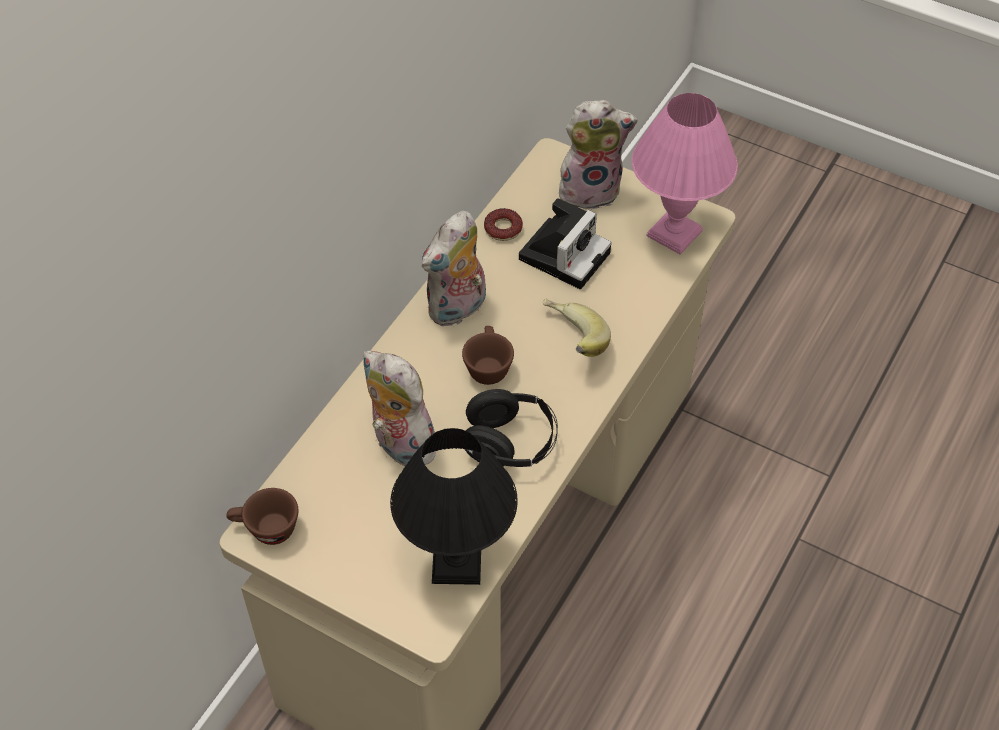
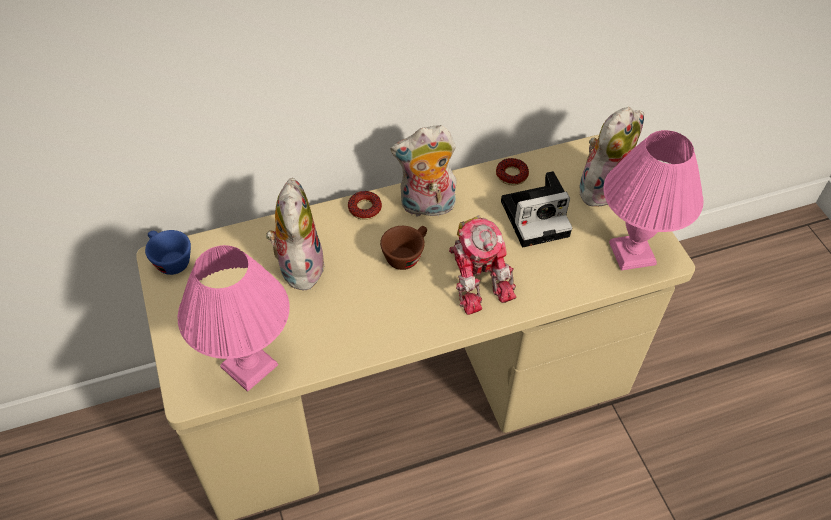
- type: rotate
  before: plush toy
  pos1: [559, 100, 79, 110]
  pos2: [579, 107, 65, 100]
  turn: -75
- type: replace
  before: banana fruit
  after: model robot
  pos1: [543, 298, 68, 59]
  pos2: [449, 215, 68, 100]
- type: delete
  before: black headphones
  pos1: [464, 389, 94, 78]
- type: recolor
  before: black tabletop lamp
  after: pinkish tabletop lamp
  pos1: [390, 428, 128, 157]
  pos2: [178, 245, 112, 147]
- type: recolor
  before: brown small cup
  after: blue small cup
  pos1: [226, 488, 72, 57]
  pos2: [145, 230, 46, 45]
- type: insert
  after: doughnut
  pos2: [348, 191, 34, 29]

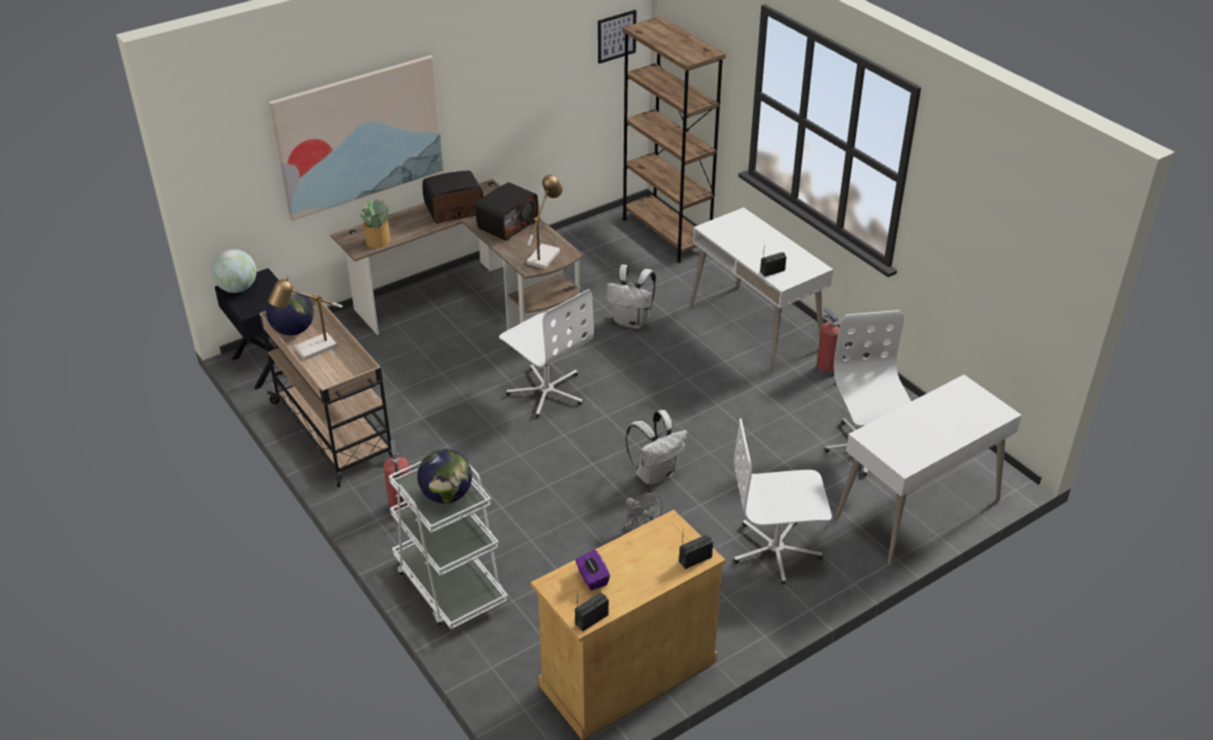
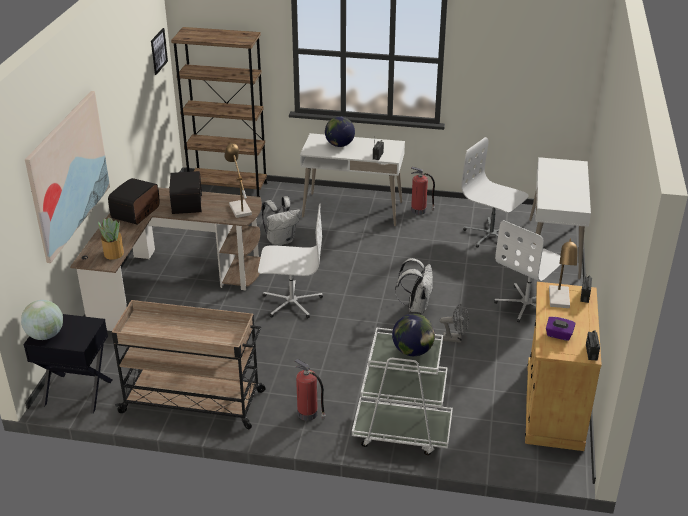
- type: move
  before: tabletop lamp
  pos1: [268, 277, 74, 83]
  pos2: [549, 239, 29, 69]
- type: move
  before: desk globe
  pos1: [266, 290, 48, 46]
  pos2: [325, 116, 30, 31]

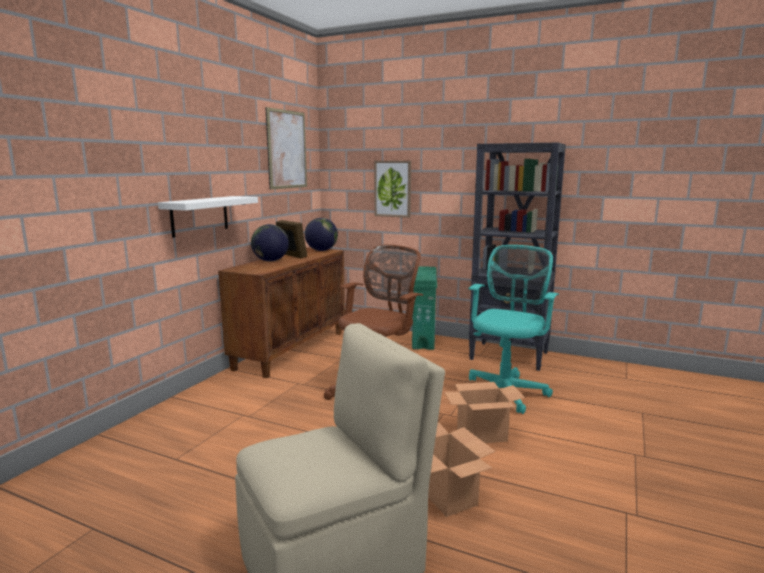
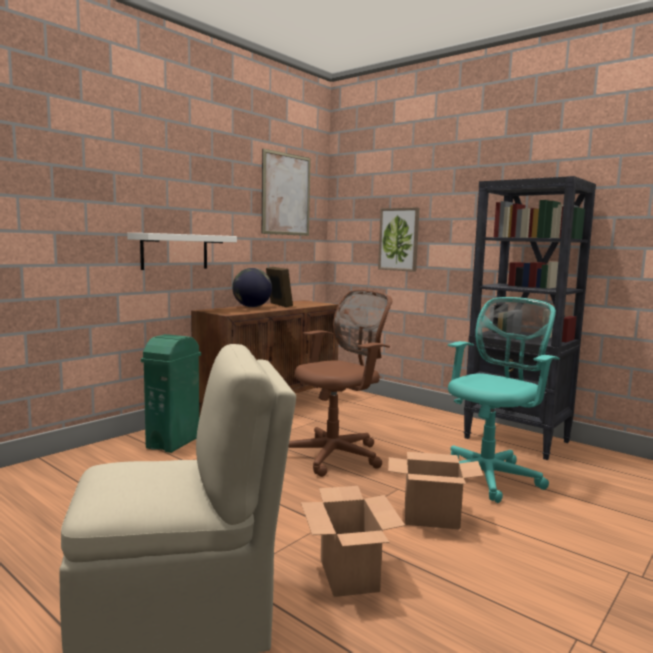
- type: delete
  before: desk globe
  pos1: [305, 218, 33, 33]
- type: move
  before: green rubbish bin
  pos1: [412, 266, 25, 84]
  pos2: [141, 334, 60, 119]

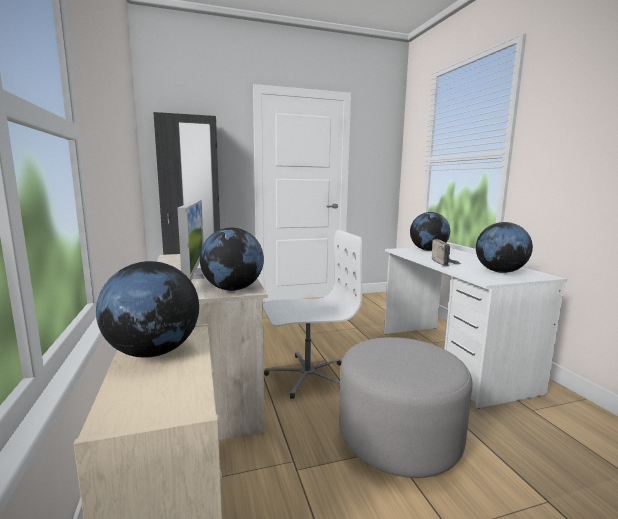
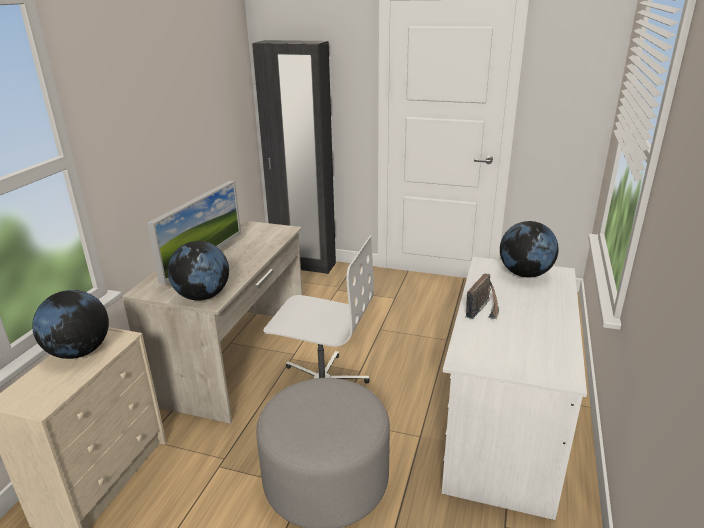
- type: delete
  before: desk globe
  pos1: [476, 222, 57, 51]

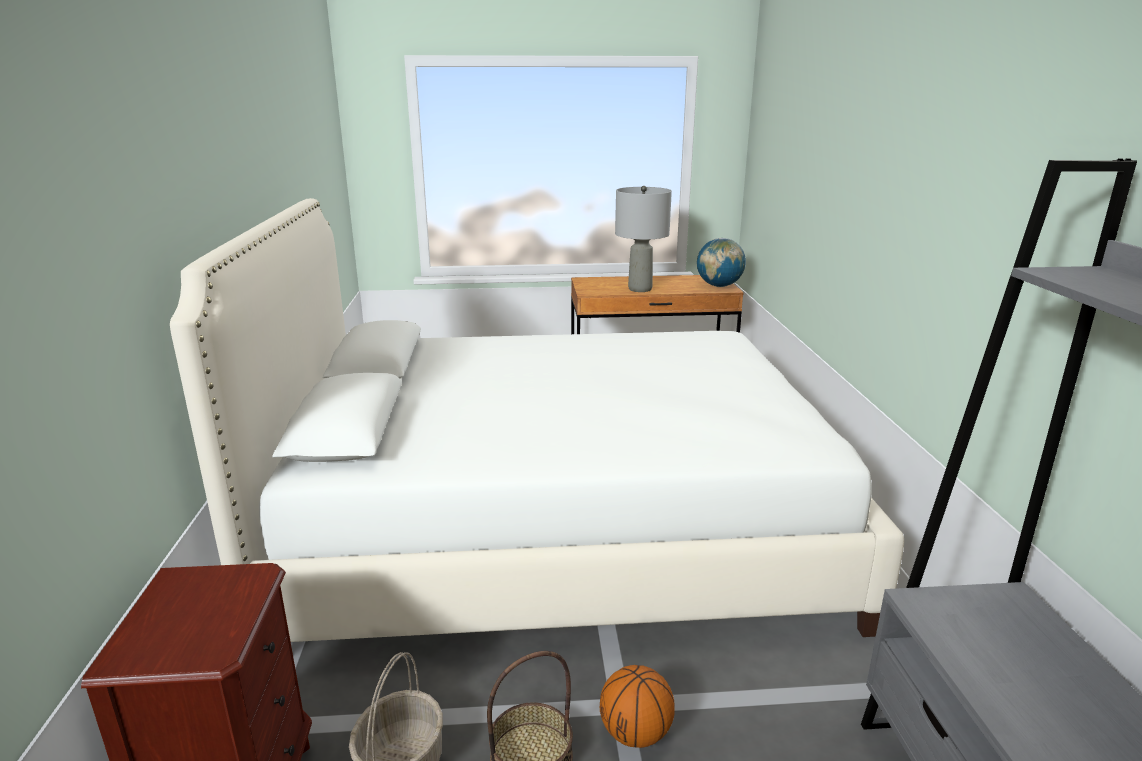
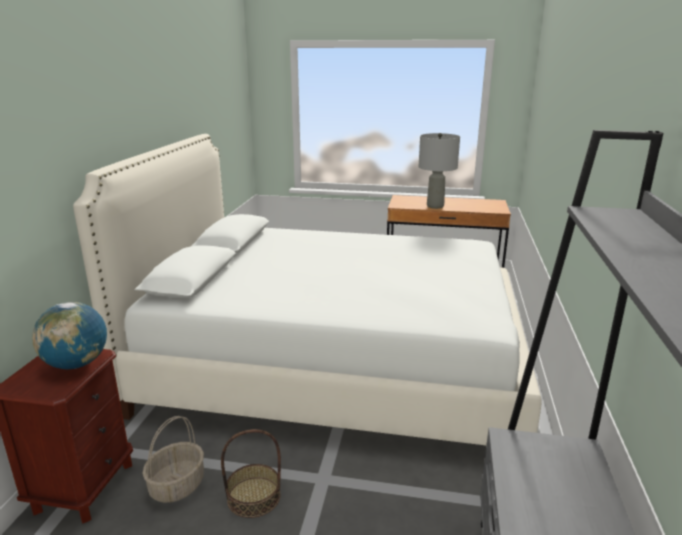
- type: move
  before: desk globe
  pos1: [697, 238, 49, 49]
  pos2: [32, 302, 75, 67]
- type: delete
  before: basketball
  pos1: [600, 665, 75, 83]

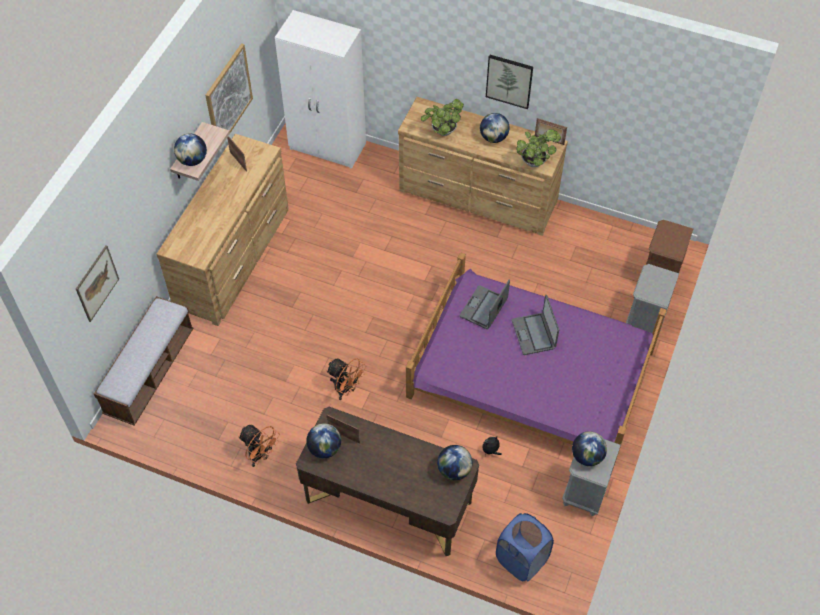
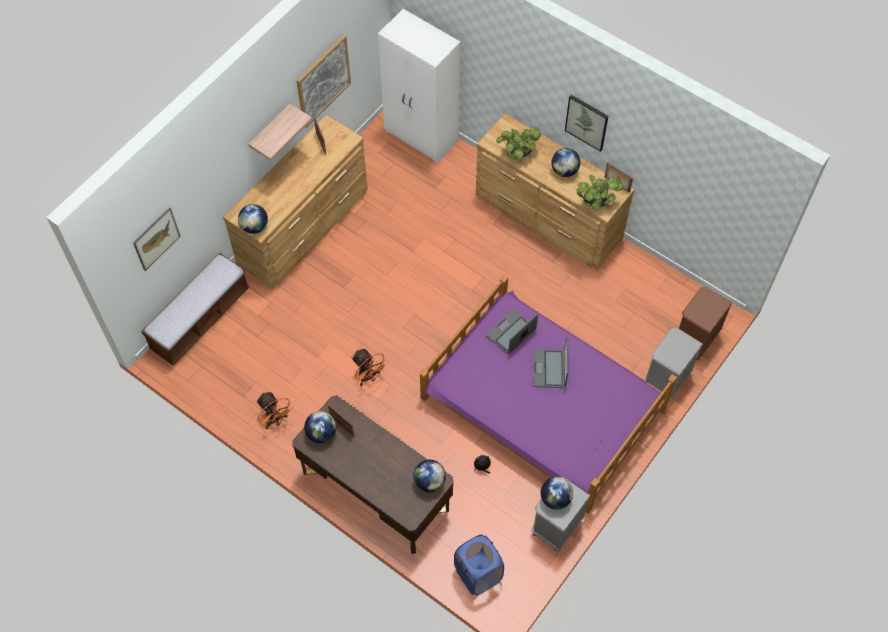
- type: move
  before: desk globe
  pos1: [174, 134, 33, 32]
  pos2: [238, 204, 30, 30]

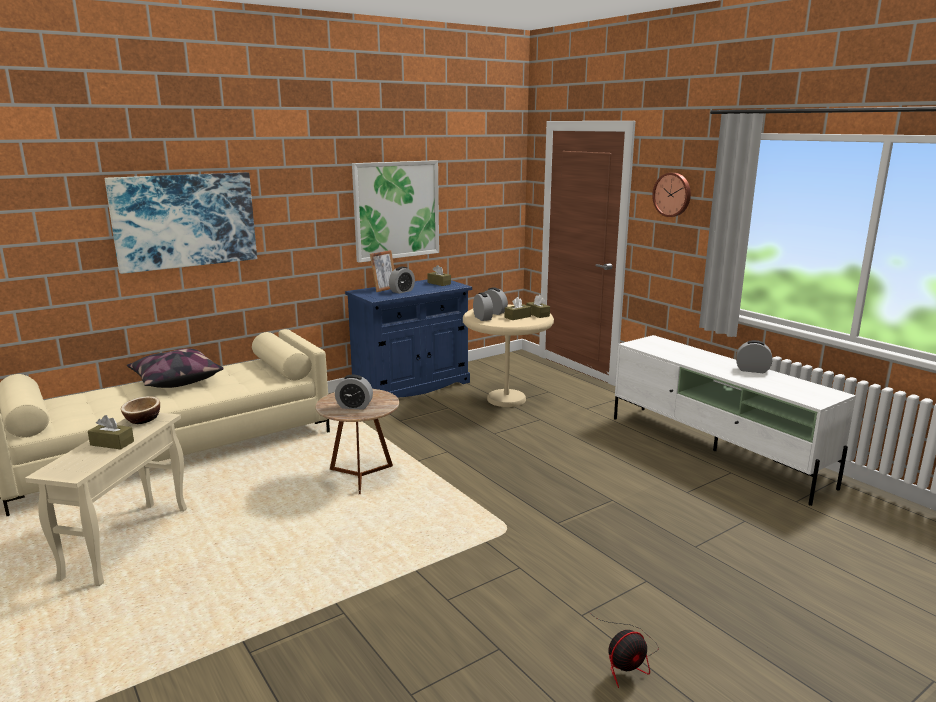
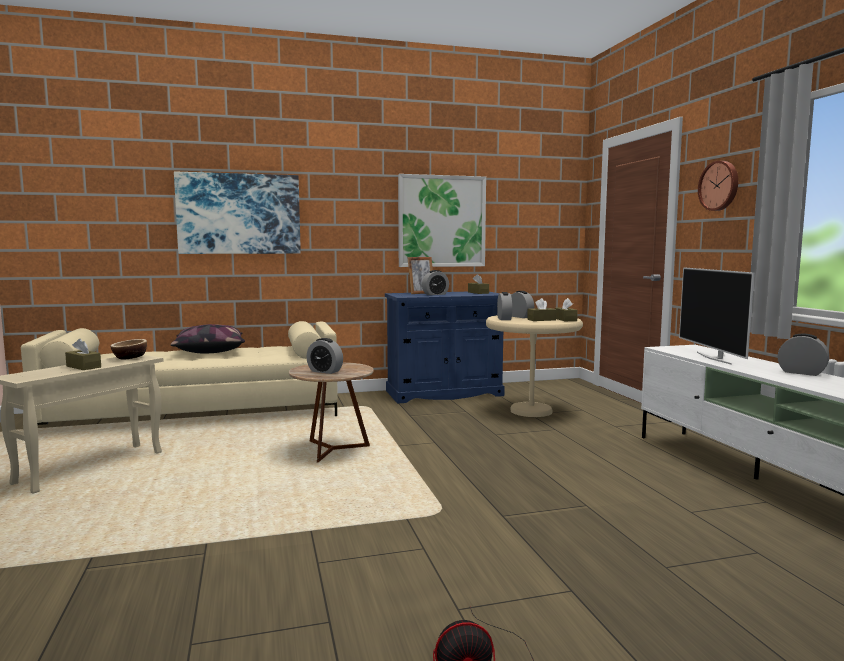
- type: insert
  after: TV
  pos2: [679, 267, 75, 98]

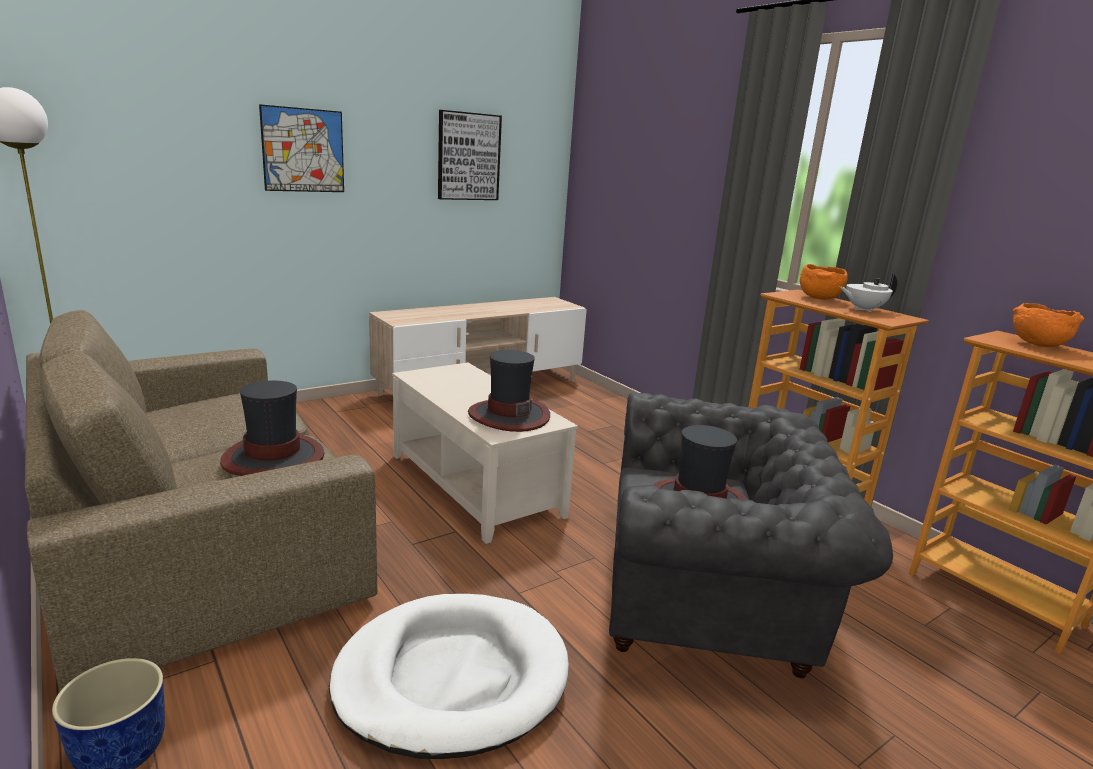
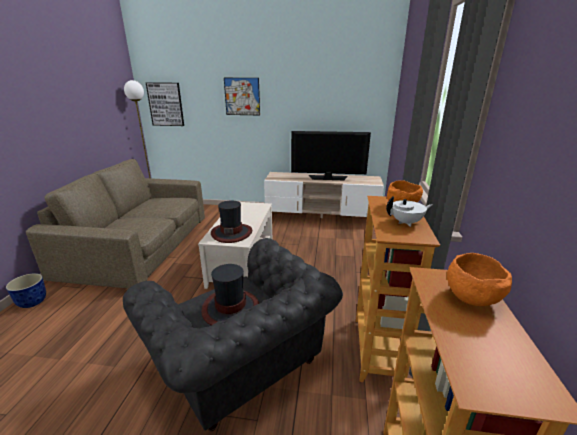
- type: move
  before: wall picture
  pos1: [438, 110, 64, 90]
  pos2: [146, 83, 38, 43]
- type: rotate
  before: white tea pot
  pos1: [840, 273, 57, 39]
  pos2: [386, 196, 47, 31]
  turn: 135
- type: delete
  before: hat
  pos1: [220, 381, 105, 95]
- type: delete
  before: white dog cushion
  pos1: [329, 594, 240, 165]
- type: insert
  after: TV
  pos2: [291, 131, 80, 49]

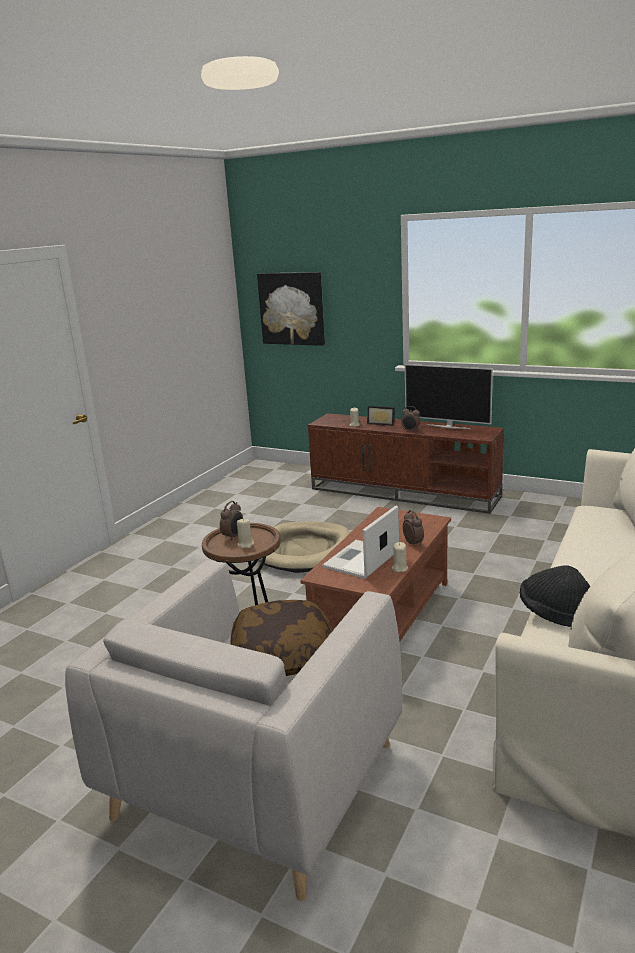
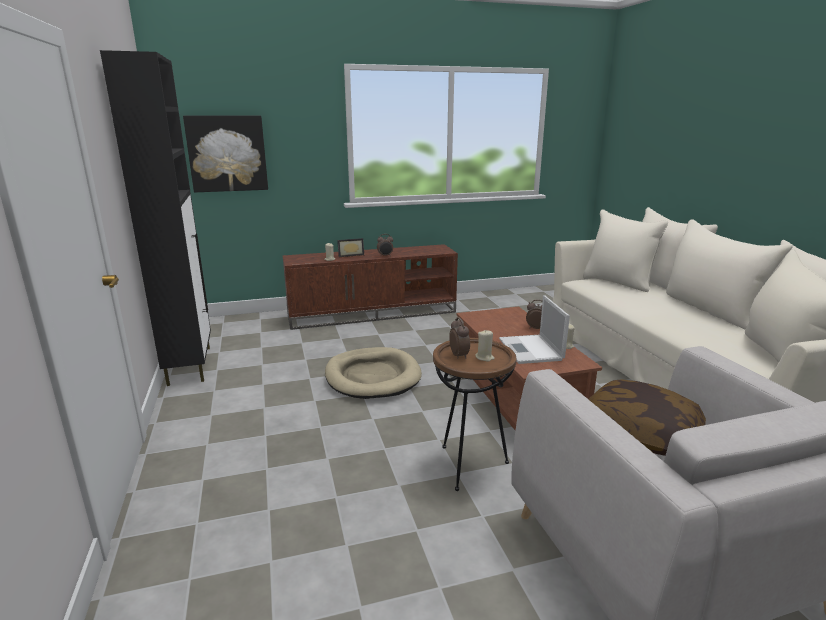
- type: delete
  before: TV
  pos1: [405, 364, 88, 65]
- type: delete
  before: black hat
  pos1: [520, 565, 70, 62]
- type: insert
  after: black cupboard
  pos2: [100, 50, 111, 336]

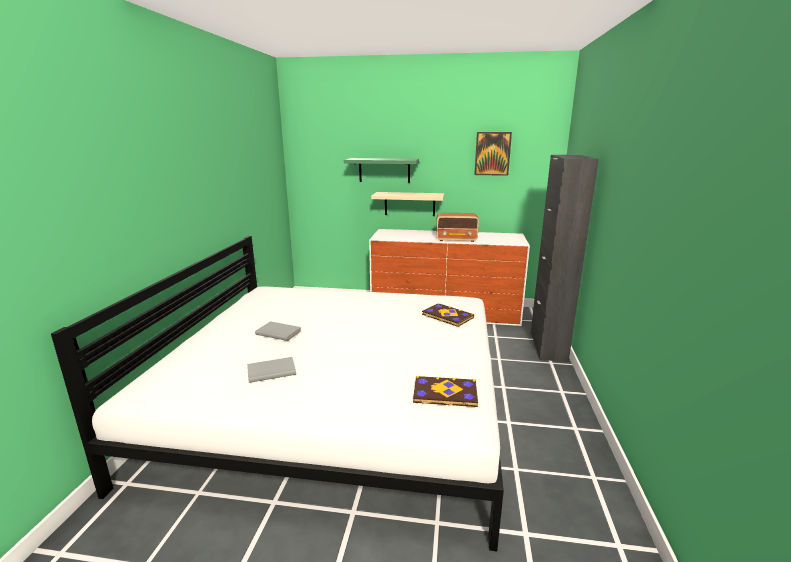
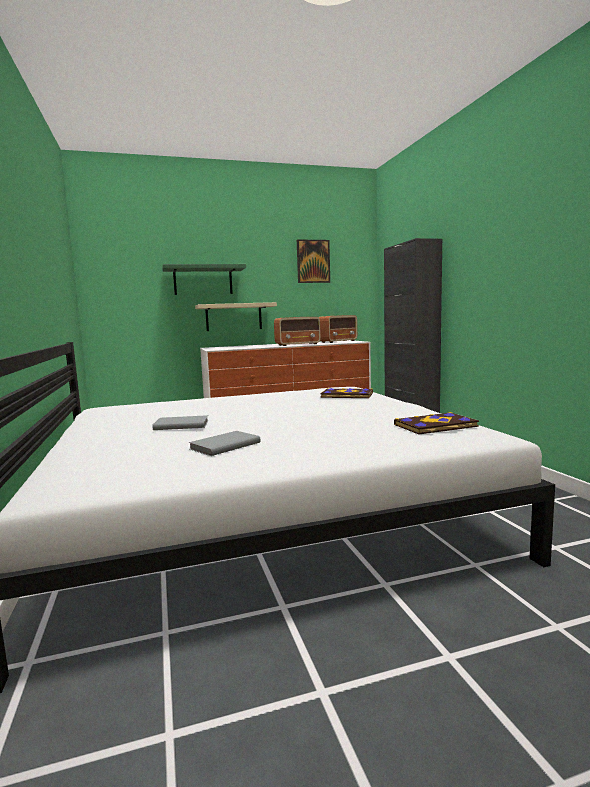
- type: insert
  after: radio
  pos2: [319, 315, 38, 28]

